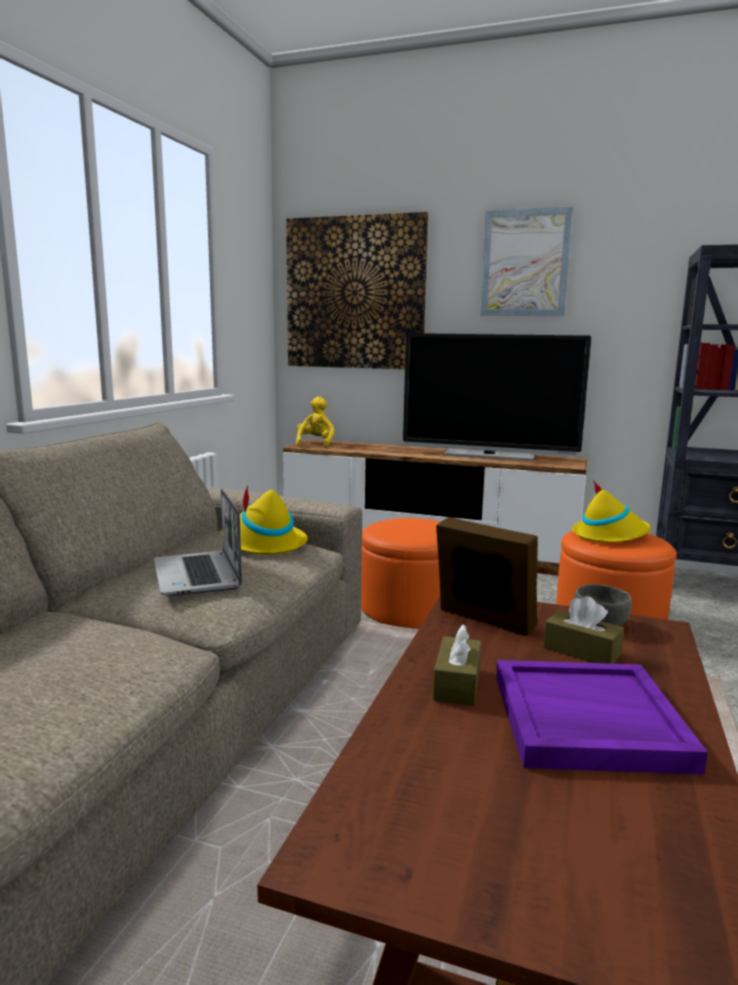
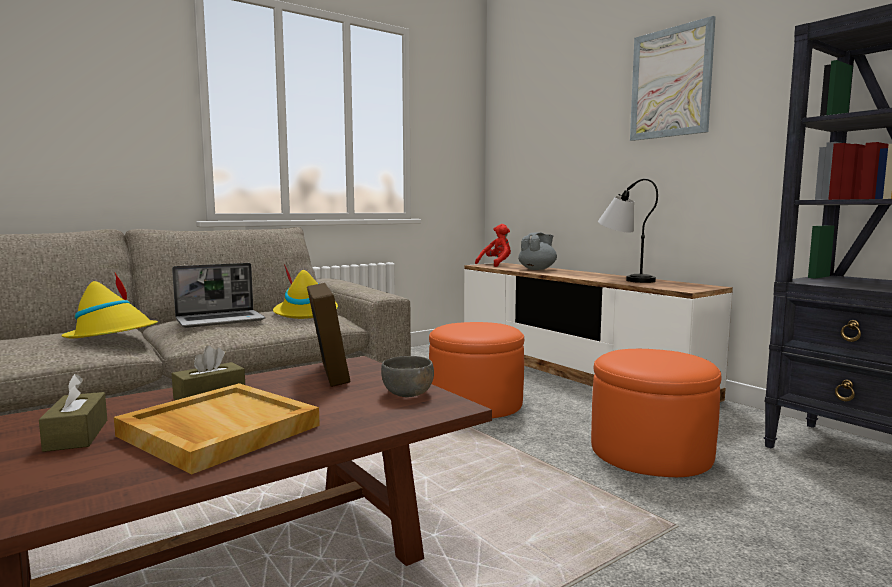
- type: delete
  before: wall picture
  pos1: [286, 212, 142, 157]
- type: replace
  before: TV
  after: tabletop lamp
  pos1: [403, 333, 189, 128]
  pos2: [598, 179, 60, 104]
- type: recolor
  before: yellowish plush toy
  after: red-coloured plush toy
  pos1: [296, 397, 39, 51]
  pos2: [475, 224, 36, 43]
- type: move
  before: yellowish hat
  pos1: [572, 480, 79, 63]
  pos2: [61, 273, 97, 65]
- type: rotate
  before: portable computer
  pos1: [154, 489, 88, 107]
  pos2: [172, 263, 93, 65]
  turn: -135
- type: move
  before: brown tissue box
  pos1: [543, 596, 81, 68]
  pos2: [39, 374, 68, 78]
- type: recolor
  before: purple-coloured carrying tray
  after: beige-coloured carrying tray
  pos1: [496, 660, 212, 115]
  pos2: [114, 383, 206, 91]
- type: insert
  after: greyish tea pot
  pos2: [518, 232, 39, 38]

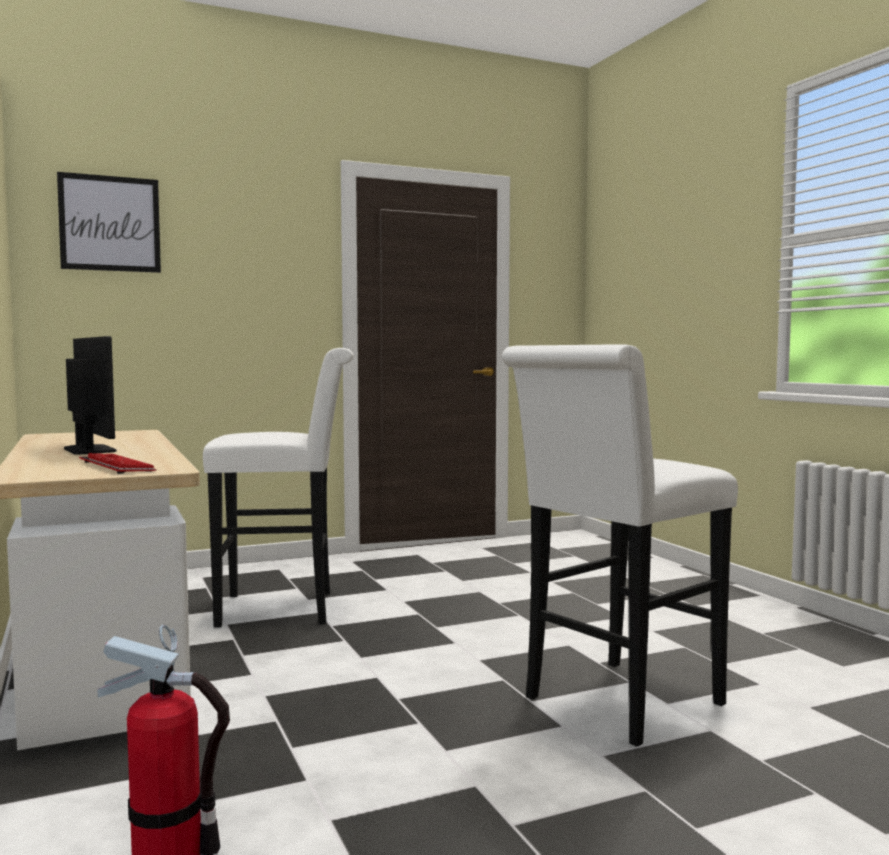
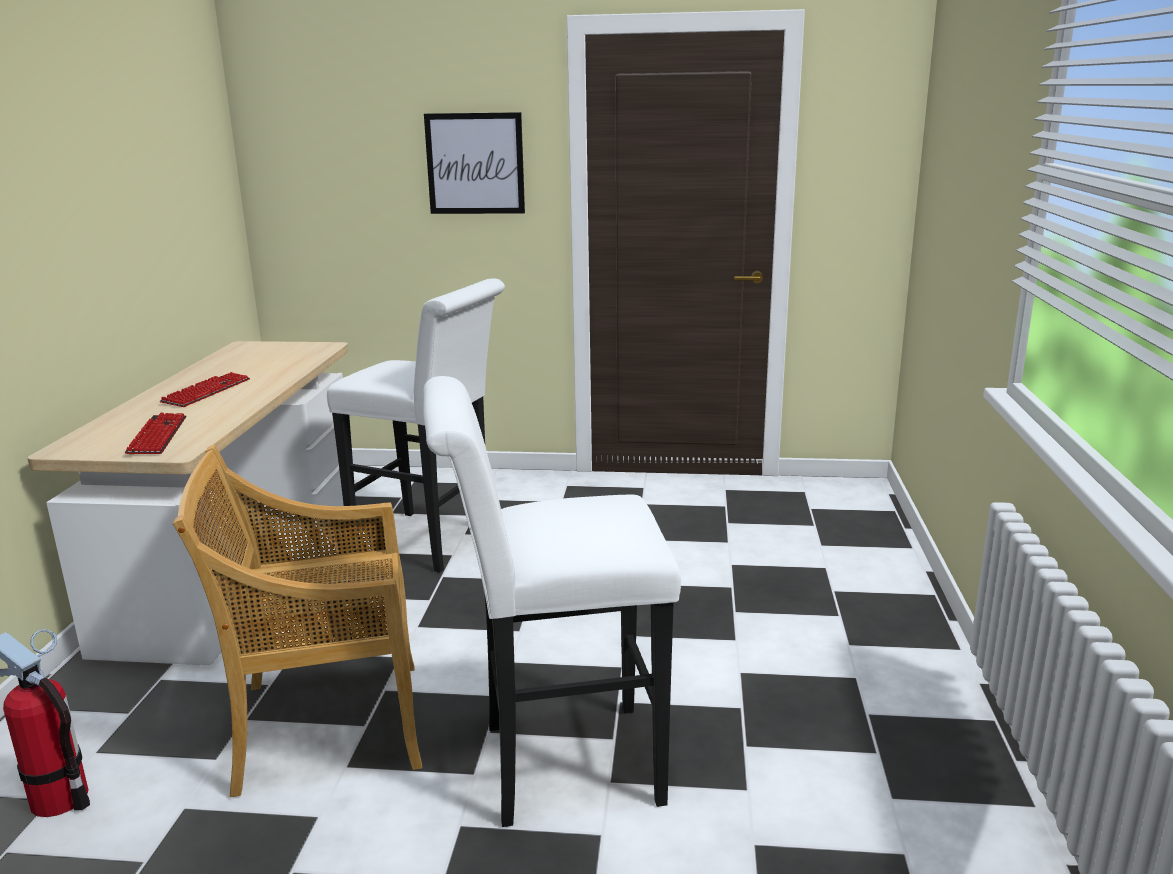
- type: move
  before: wall picture
  pos1: [57, 172, 104, 101]
  pos2: [424, 112, 101, 102]
- type: replace
  before: monitor
  after: PC keyboard
  pos1: [64, 336, 53, 118]
  pos2: [160, 372, 90, 35]
- type: insert
  after: beige-coloured upright chair
  pos2: [173, 444, 249, 353]

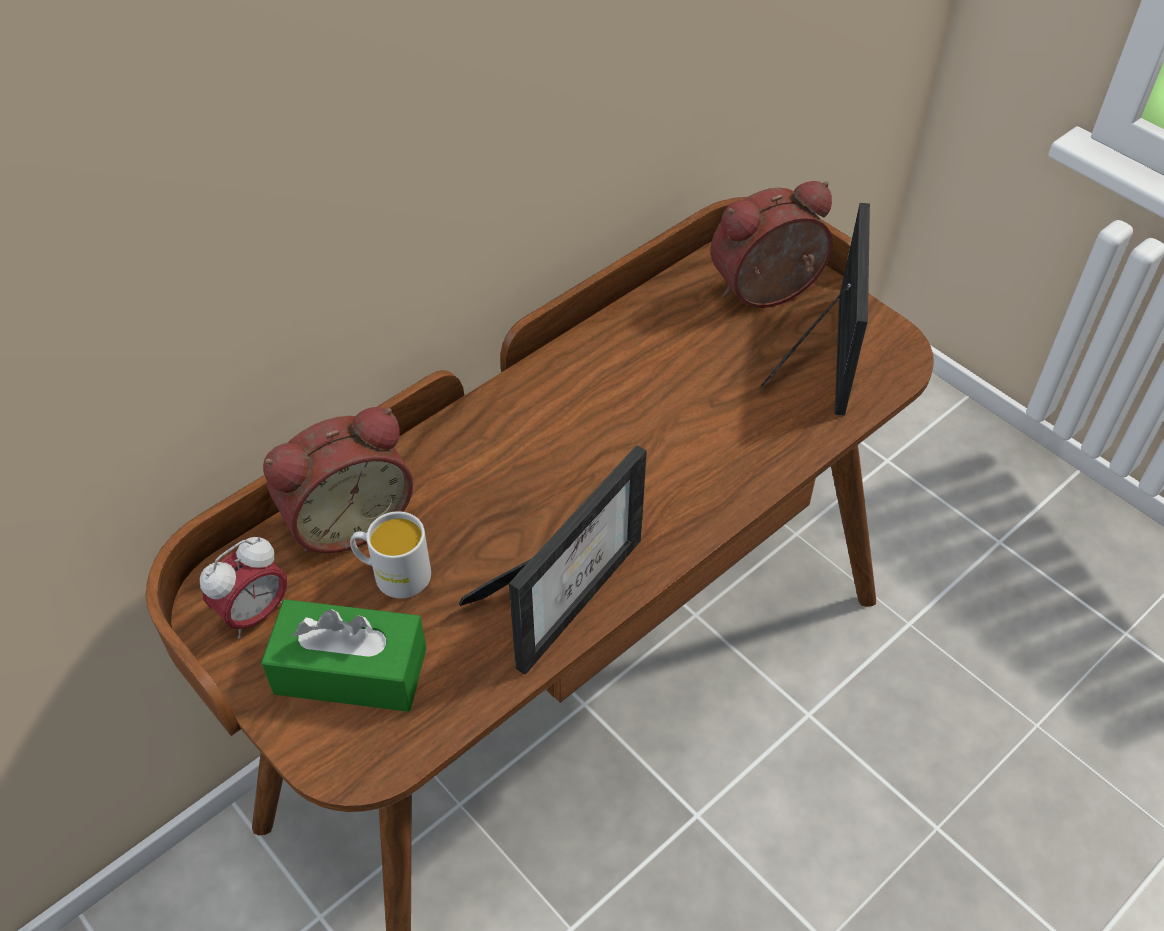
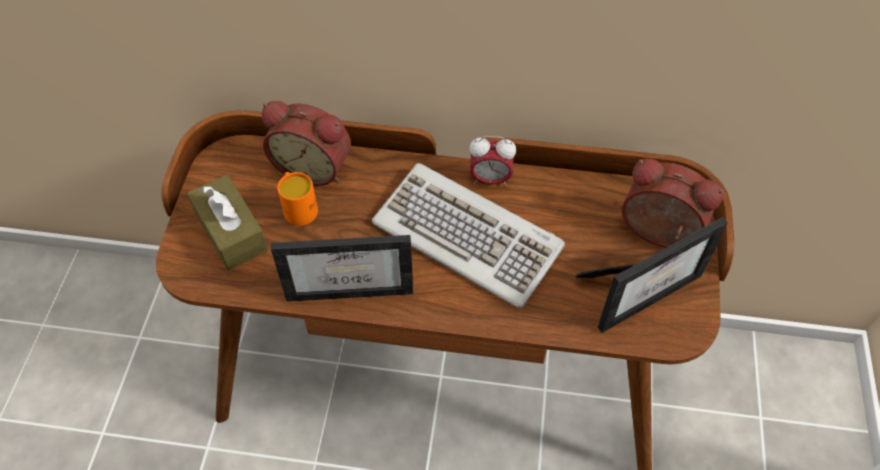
- type: recolor
  before: white coffee mug
  after: orange coffee mug
  pos1: [350, 511, 81, 88]
  pos2: [277, 172, 41, 54]
- type: move
  before: alarm clock
  pos1: [200, 537, 87, 102]
  pos2: [469, 136, 47, 51]
- type: recolor
  before: green tissue box
  after: brown tissue box
  pos1: [261, 599, 165, 113]
  pos2: [187, 175, 81, 95]
- type: insert
  after: PC keyboard
  pos2: [372, 163, 193, 146]

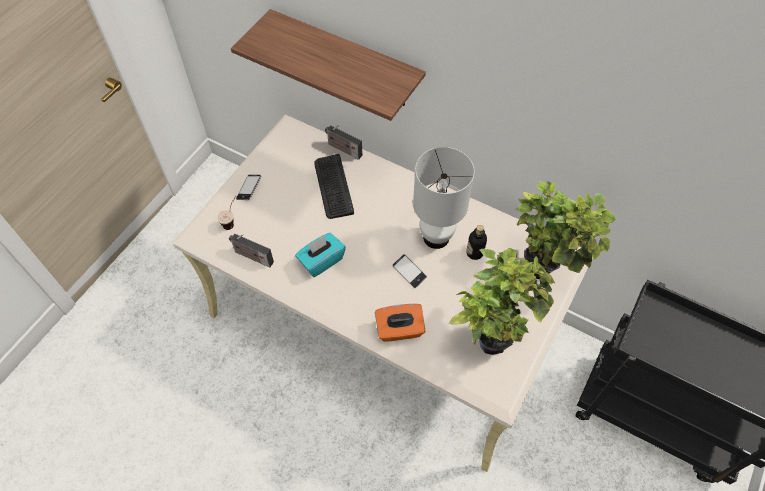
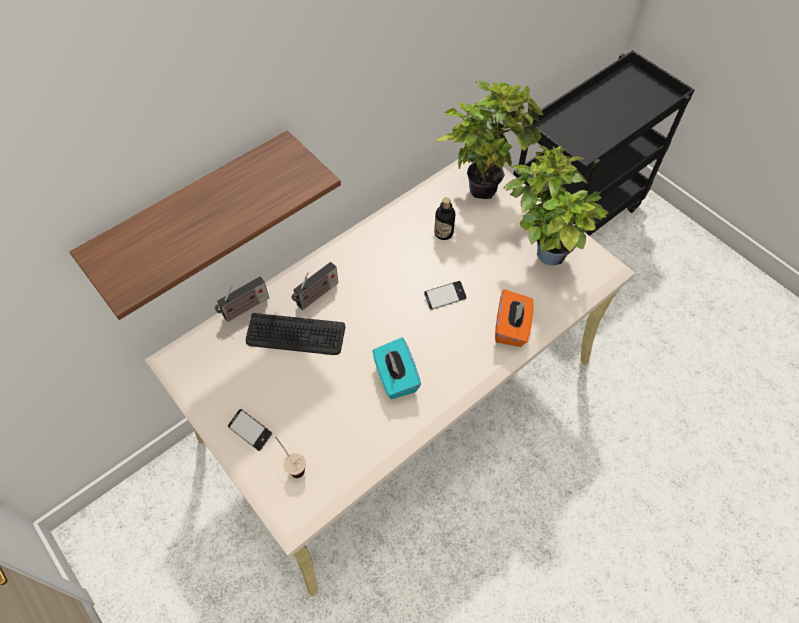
- type: delete
  before: white tabletop lamp
  pos1: [413, 147, 62, 102]
- type: move
  before: radio
  pos1: [229, 234, 45, 33]
  pos2: [292, 262, 46, 48]

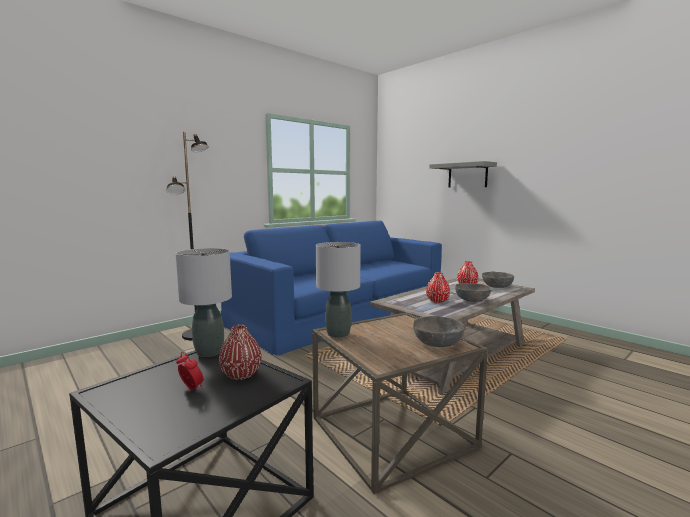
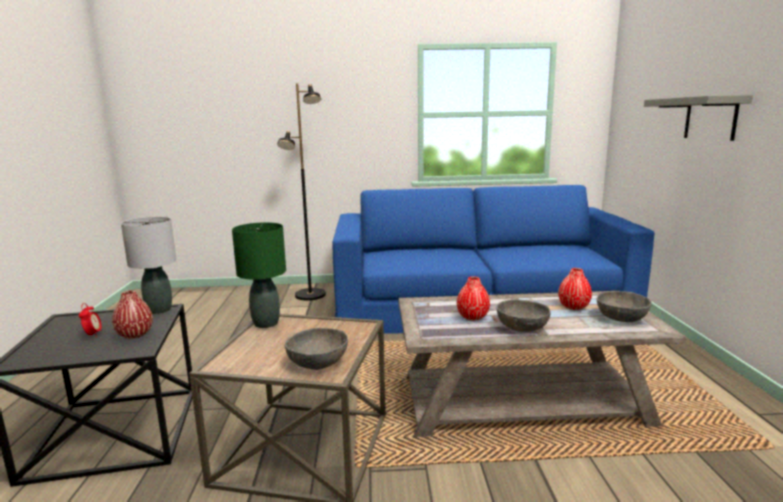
- type: recolor
  before: greyish tabletop lamp
  after: green tabletop lamp
  pos1: [316, 242, 45, 96]
  pos2: [232, 222, 54, 106]

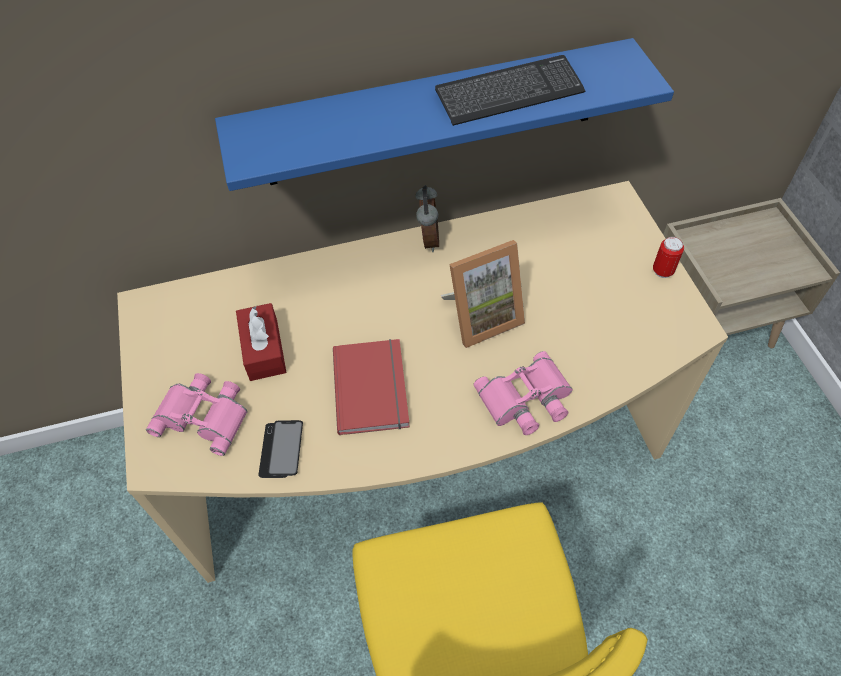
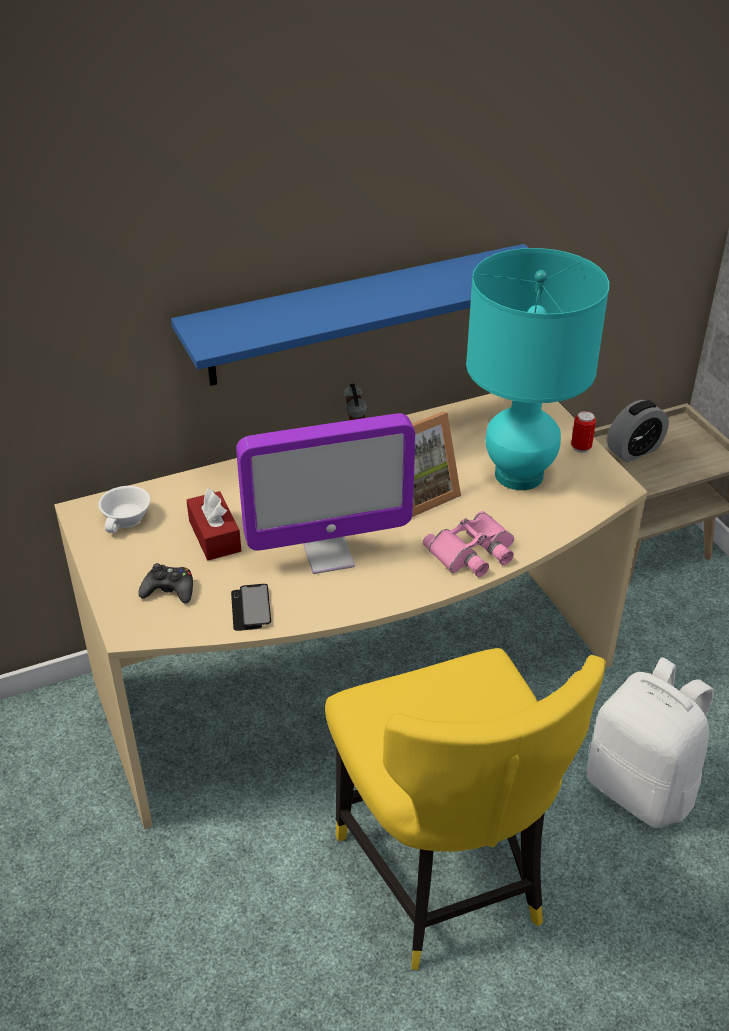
- type: delete
  before: PC keyboard
  pos1: [435, 55, 150, 71]
- type: replace
  before: red-coloured volume
  after: monitor
  pos1: [333, 339, 77, 96]
  pos2: [236, 413, 179, 161]
- type: replace
  before: pinkish pair of binoculars
  after: black game controller
  pos1: [146, 373, 102, 83]
  pos2: [138, 563, 55, 41]
- type: insert
  after: turquoise-coloured tabletop lamp
  pos2: [466, 248, 143, 242]
- type: insert
  after: alarm clock
  pos2: [607, 400, 62, 62]
- type: insert
  after: white small cup
  pos2: [99, 486, 51, 47]
- type: insert
  after: white backpack
  pos2: [587, 657, 127, 171]

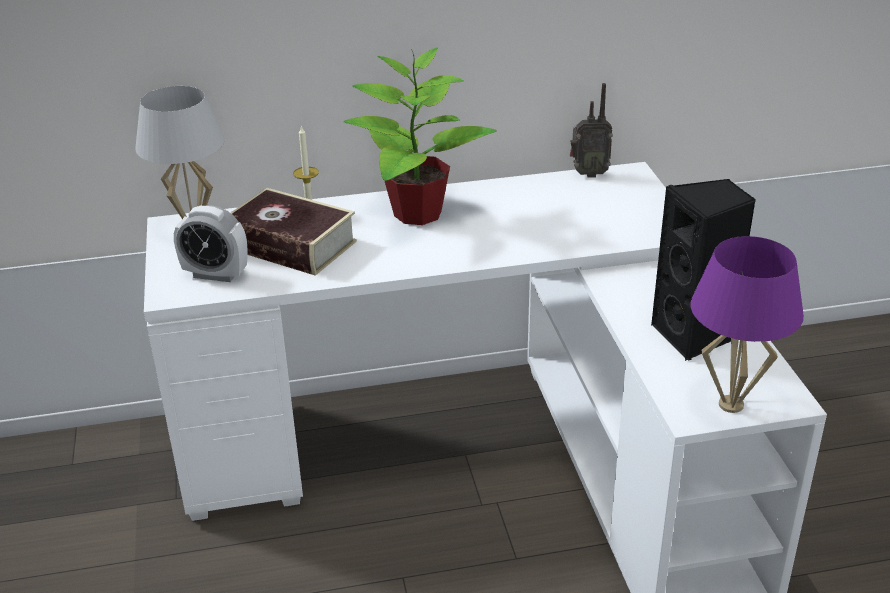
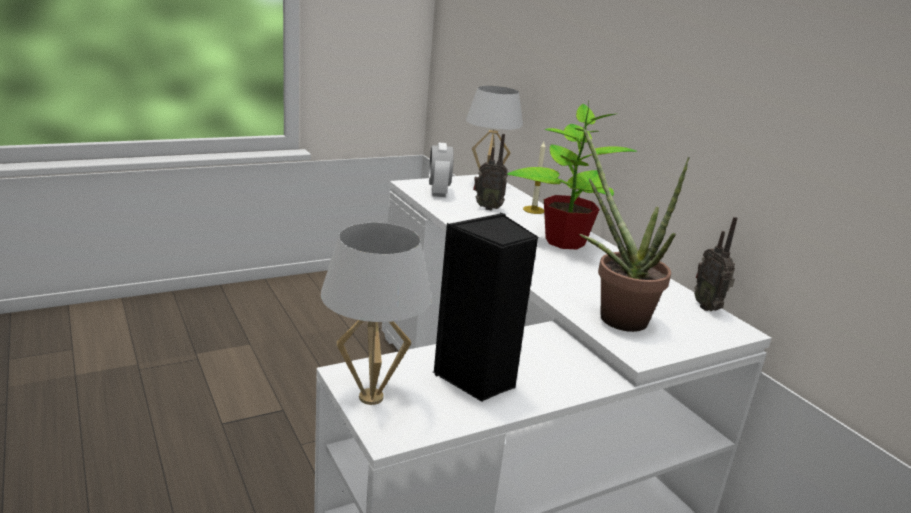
- type: replace
  before: volume
  after: radio
  pos1: [231, 188, 126, 88]
  pos2: [473, 134, 35, 77]
- type: recolor
  before: purple-coloured tabletop lamp
  after: white tabletop lamp
  pos1: [691, 236, 113, 177]
  pos2: [321, 223, 111, 182]
- type: insert
  after: houseplant
  pos2: [579, 127, 110, 205]

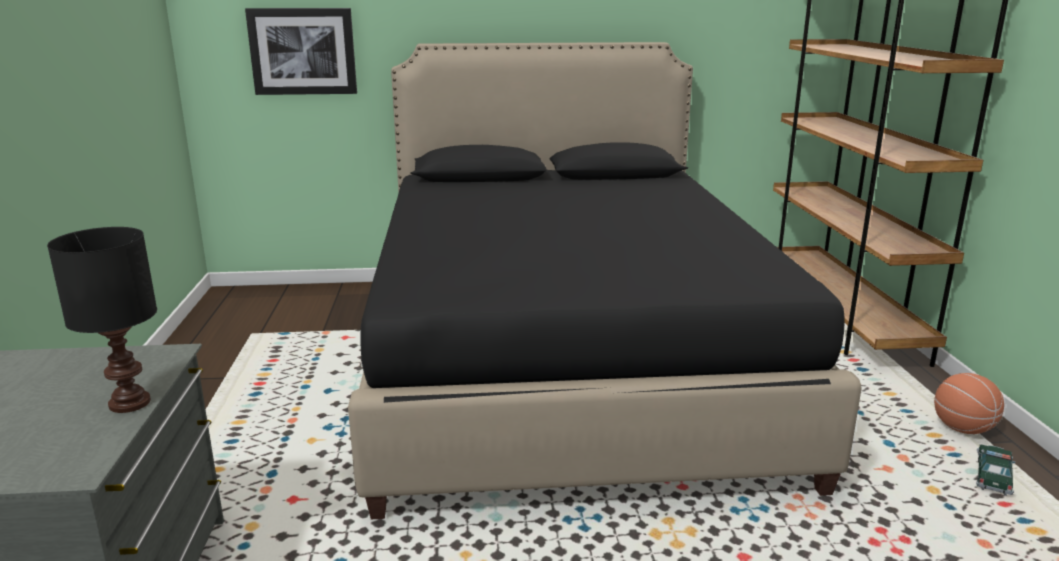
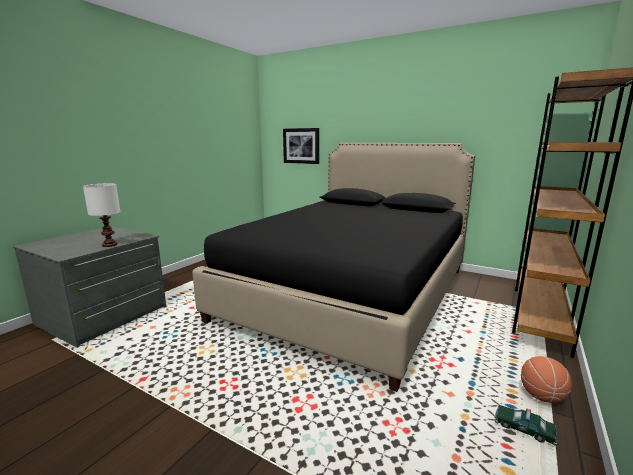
- type: recolor
  before: black tabletop lamp
  after: white tabletop lamp
  pos1: [47, 227, 110, 186]
  pos2: [83, 183, 37, 64]
- type: rotate
  before: model car
  pos1: [976, 445, 40, 51]
  pos2: [495, 405, 62, 40]
  turn: -120

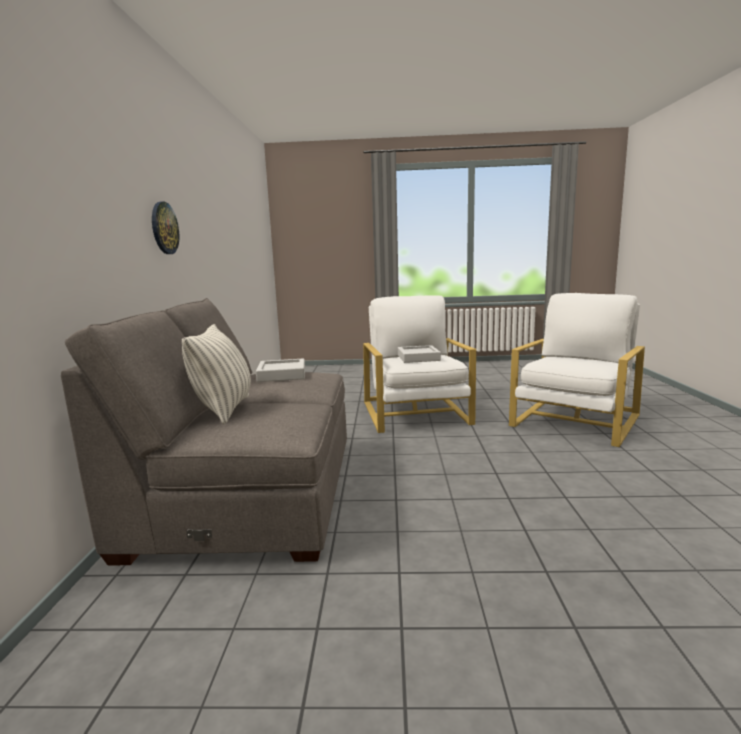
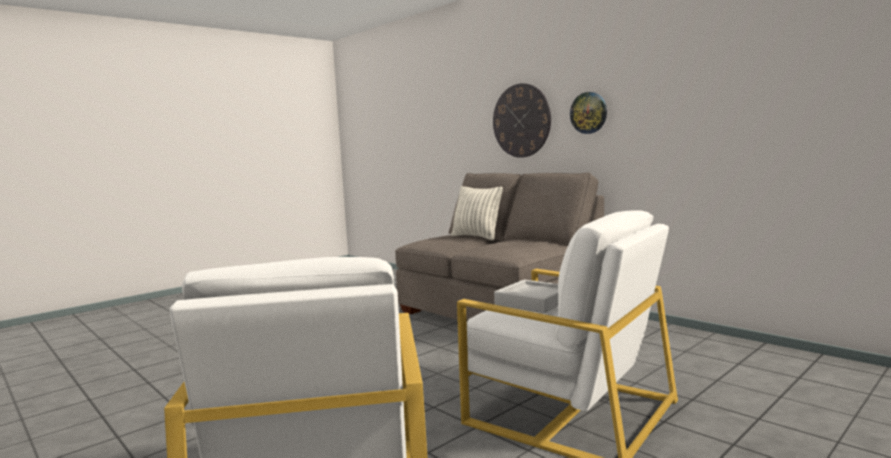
- type: delete
  before: greyish carrying tray
  pos1: [256, 359, 49, 23]
- type: insert
  after: hanging clock
  pos2: [493, 83, 58, 75]

